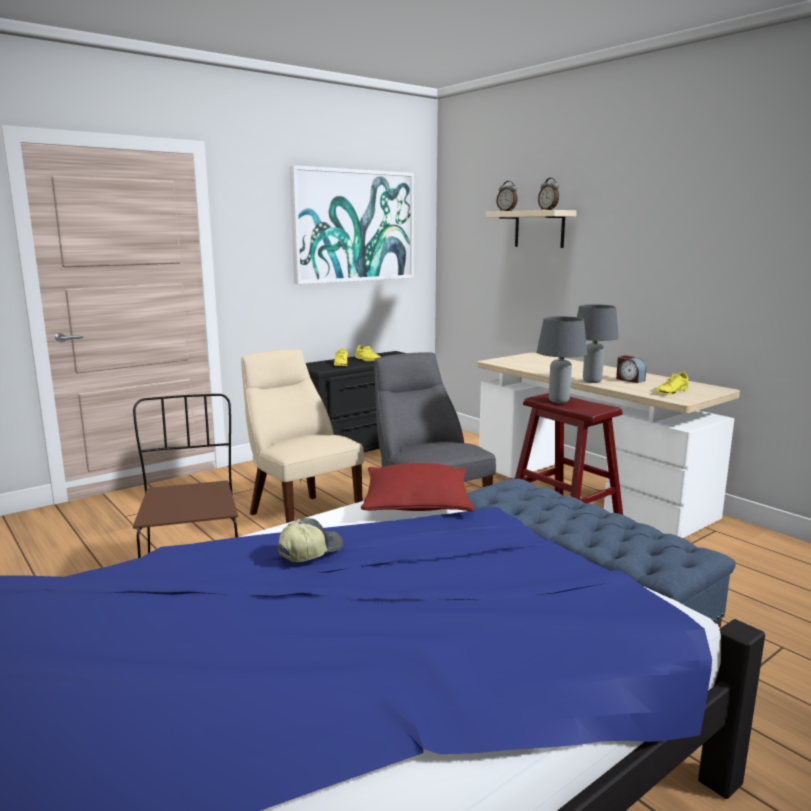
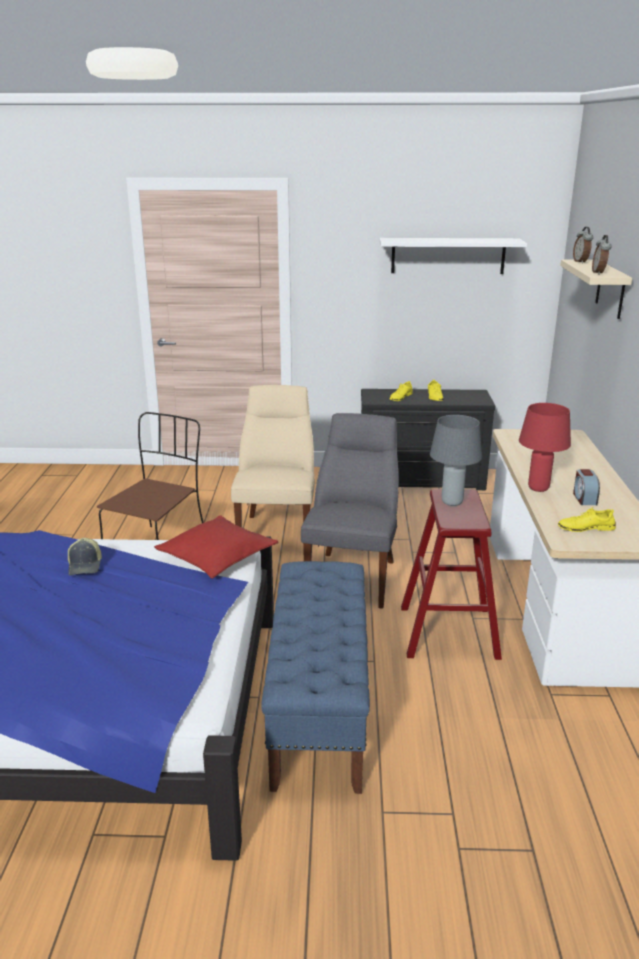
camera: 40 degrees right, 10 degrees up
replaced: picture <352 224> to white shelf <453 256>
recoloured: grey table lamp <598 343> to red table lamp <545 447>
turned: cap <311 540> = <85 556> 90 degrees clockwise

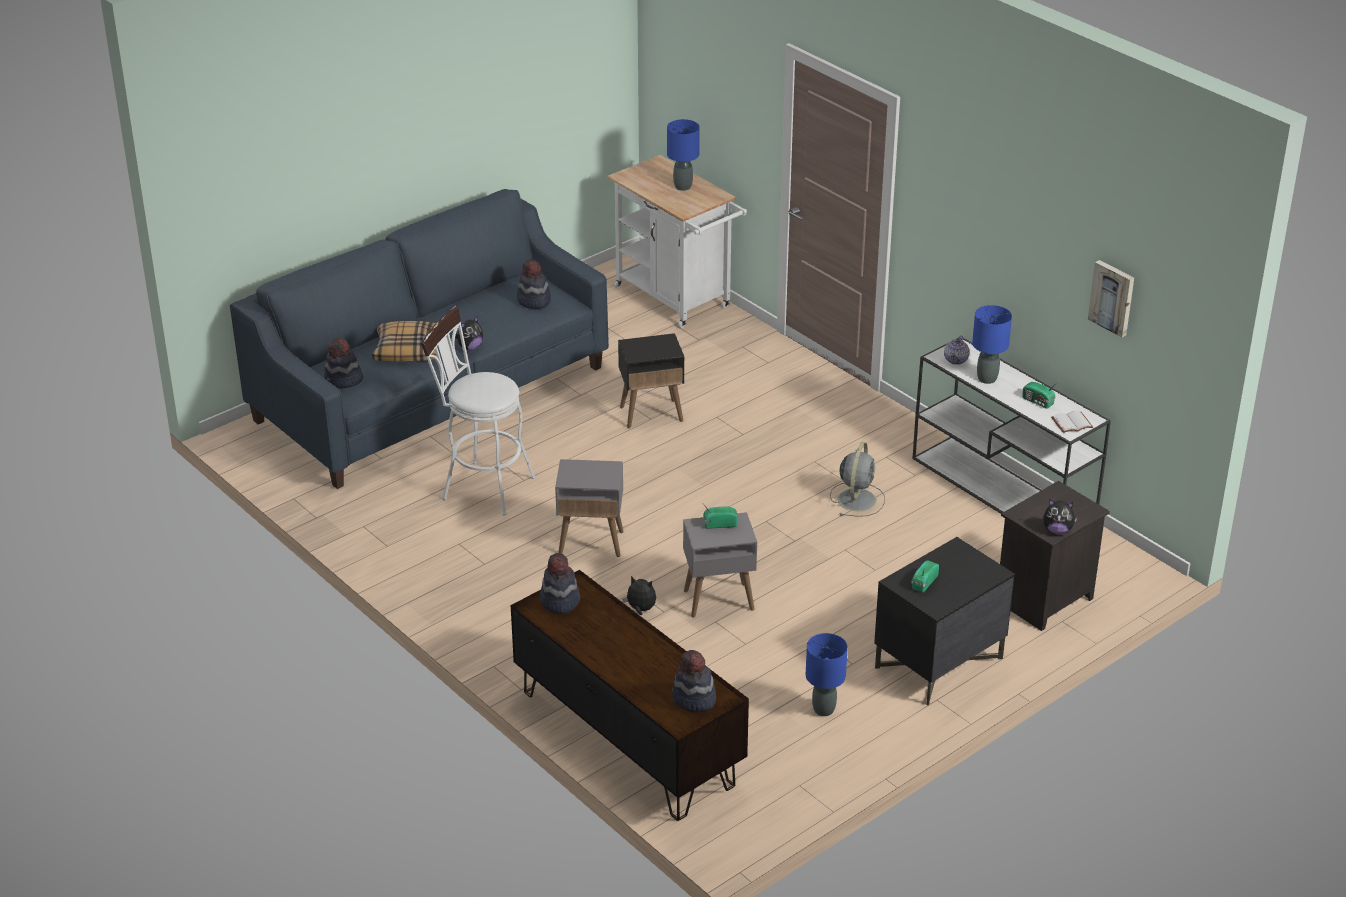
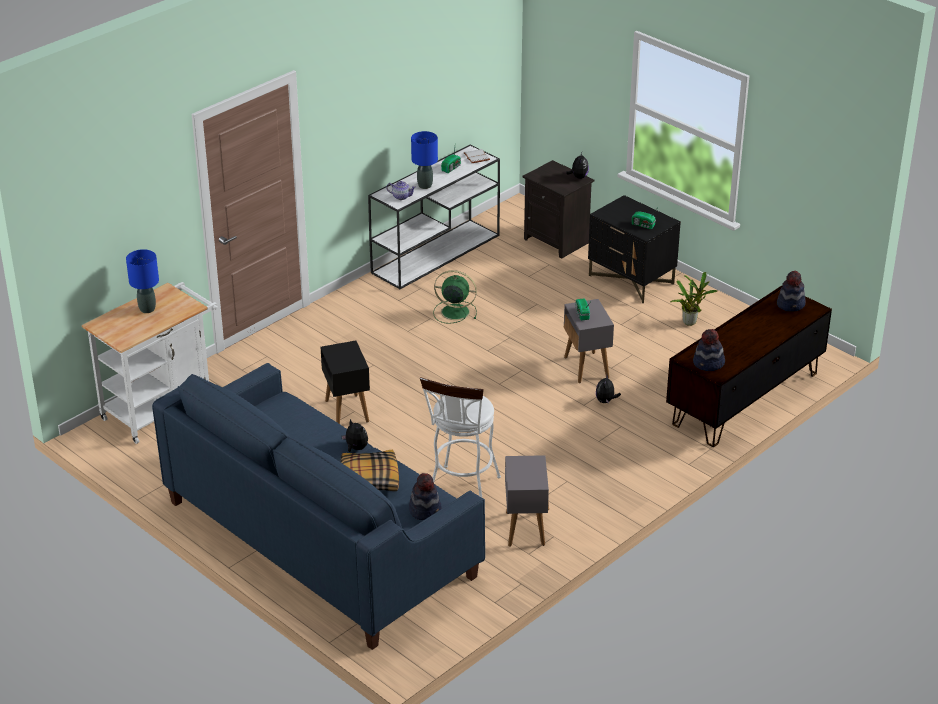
camera: 95 degrees left, 0 degrees up
removed: hat <534 284>; picture <1111 298>
moved: grey side table <589 508> to <527 501>
replaced: blue table lamp <827 674> to potted plant <693 299>
recoloured: grey fan <857 479> to green fan <455 297>

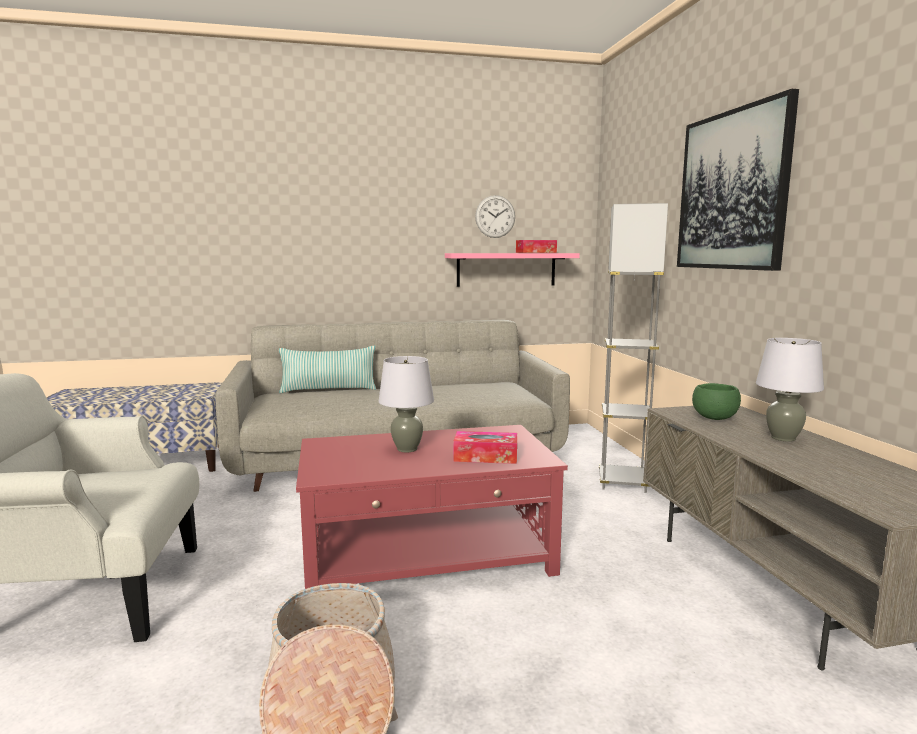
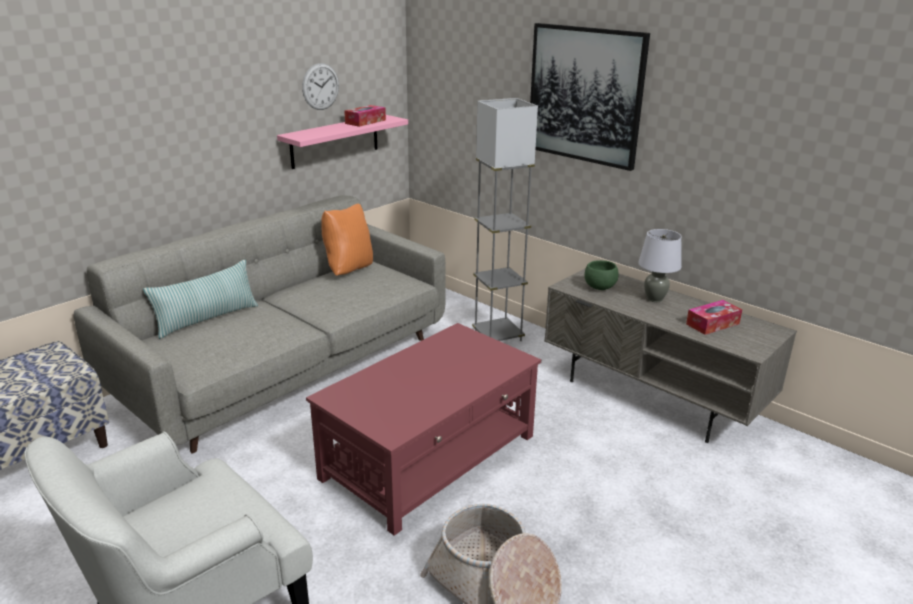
camera: 35 degrees left, 15 degrees up
removed: grey table lamp <406 404>
added: orange pillow <347 240>
moved: tissue box <485 447> to <714 317>

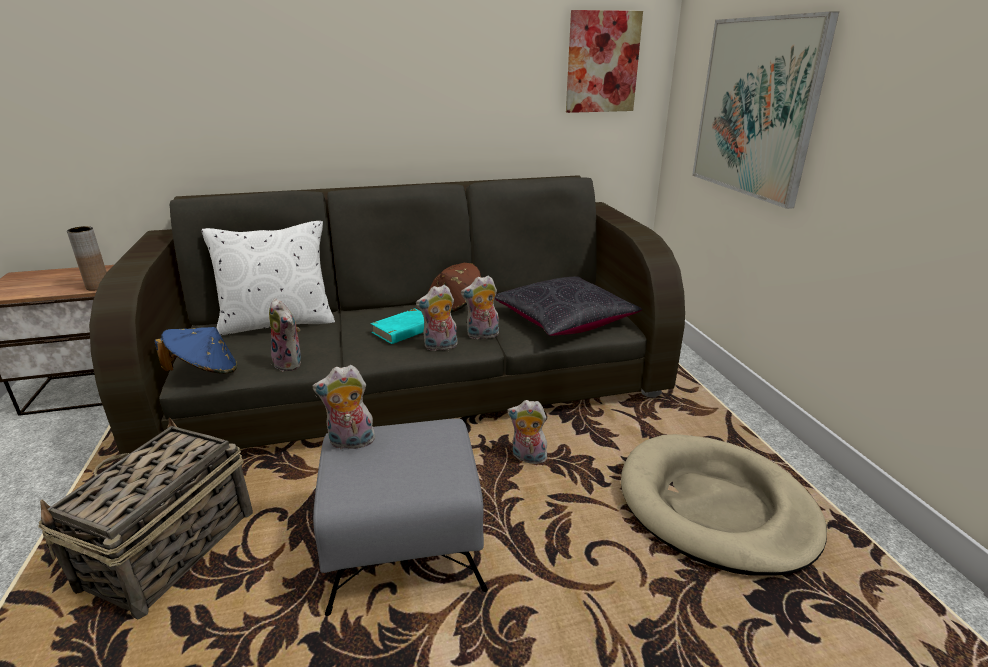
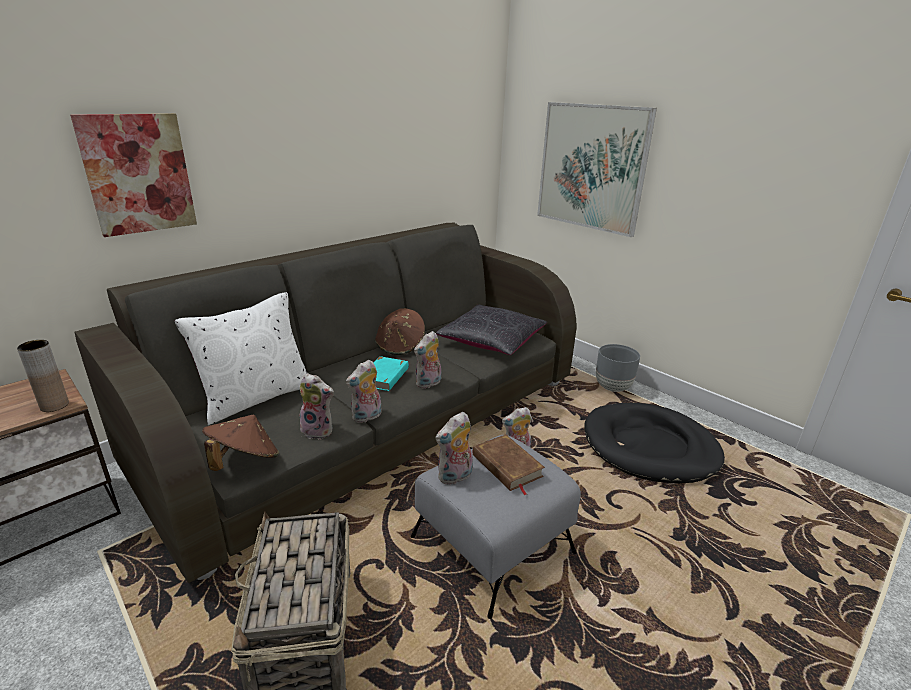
camera: 30 degrees left, 0 degrees up
added: brown book <509 464>; grey planter <618 368>
moved: plush toy <480 308> to <364 391>; picture <604 61> to <133 175>
recoloured: blue hat <195 350> to brown hat <240 442>; beige dog bed <724 505> to black dog bed <654 443>

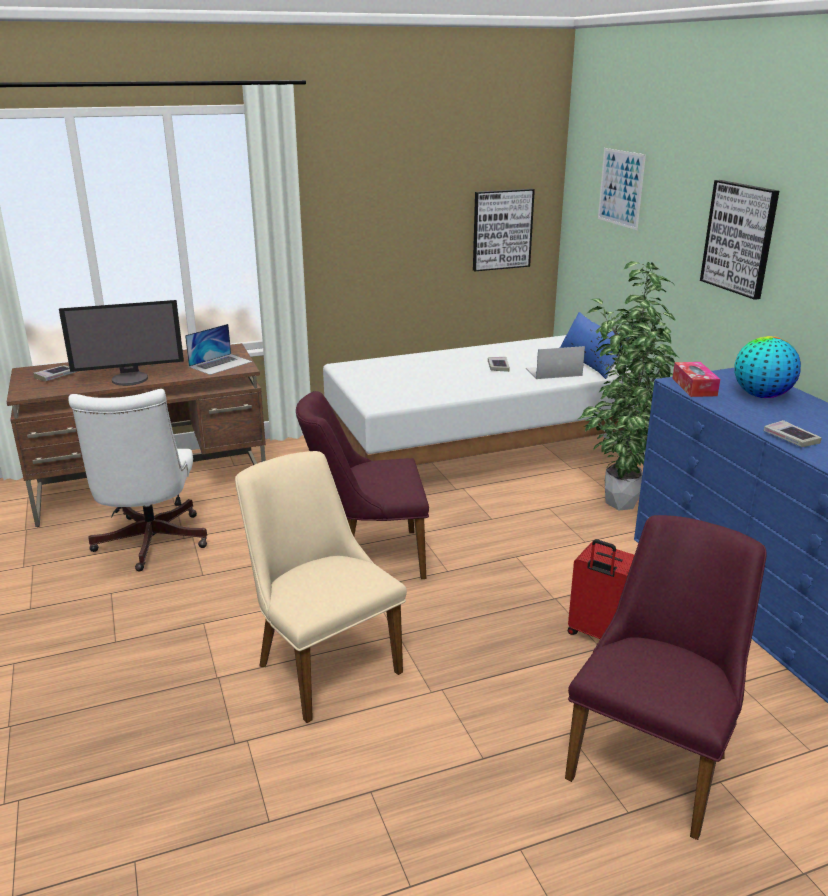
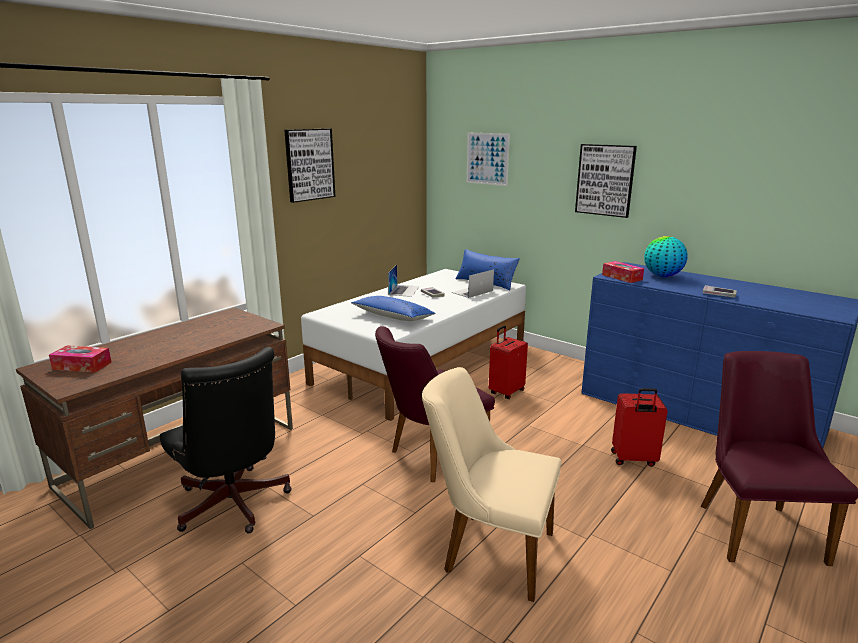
camera: 30 degrees left, 5 degrees down
removed: monitor <121 343>; potted plant <628 385>
added: blue pillow <393 308>; red suitcase <508 362>
moved: laptop <218 349> to <404 281>; picture <504 230> to <309 165>
replaced: book <55 373> to tissue box <80 359>
recoloured: white office chair <137 480> to black office chair <226 440>

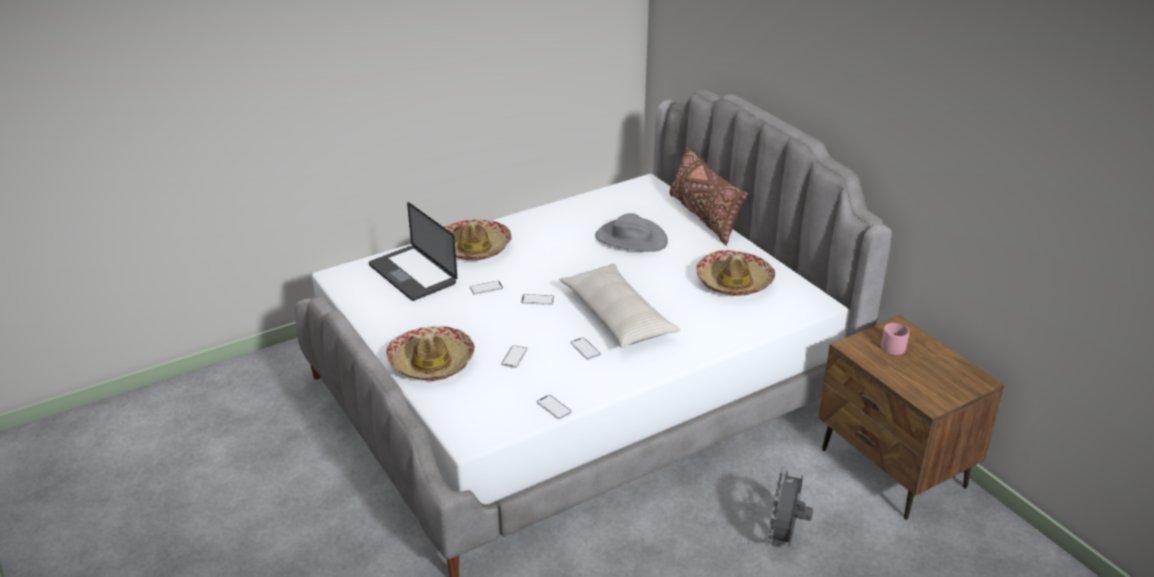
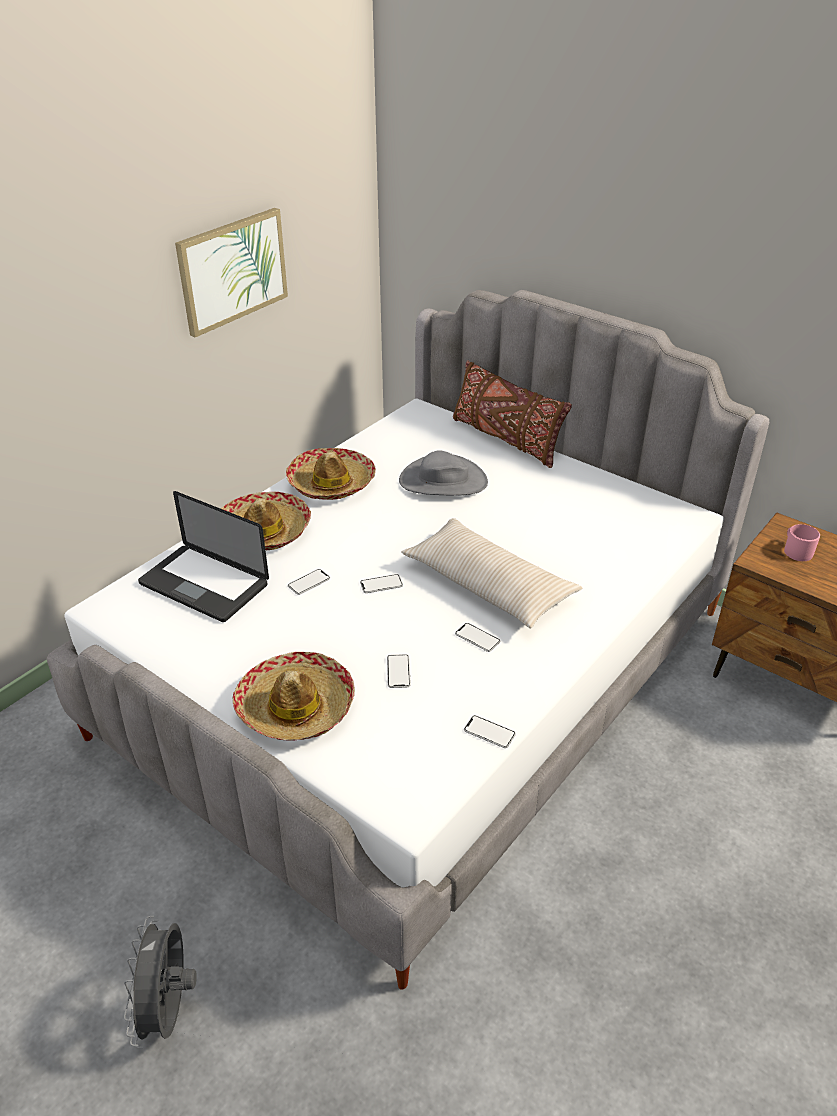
camera: 20 degrees left, 5 degrees up
added: picture <231 272>
moved: hat <735 273> to <331 474>; grey fan <790 507> to <160 982>

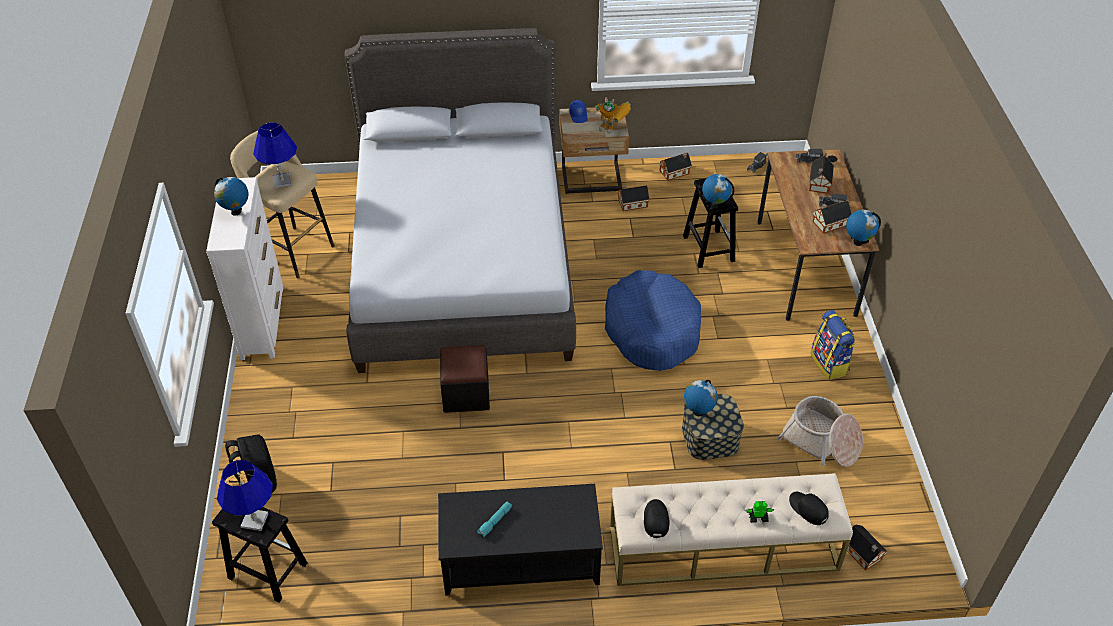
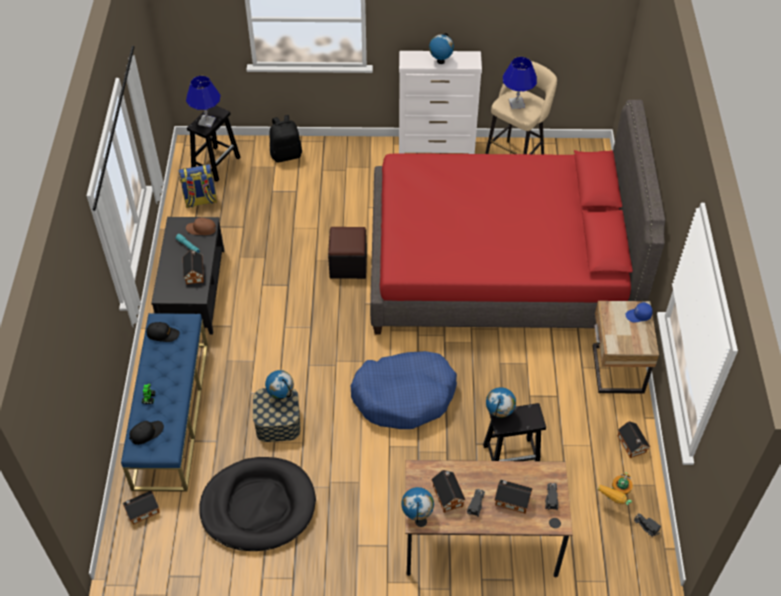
camera: 95 degrees right, 5 degrees up
added: brown cap <201 226>
moved: toy robot <613 115> to <615 488>; toy house <633 198> to <193 267>; backpack <832 345> to <197 186>
replaced: basket <820 431> to black dog bed <257 504>
recoloured: grey bed <460 200> to red bed <517 217>; beige bench <731 529> to blue bench <164 402>

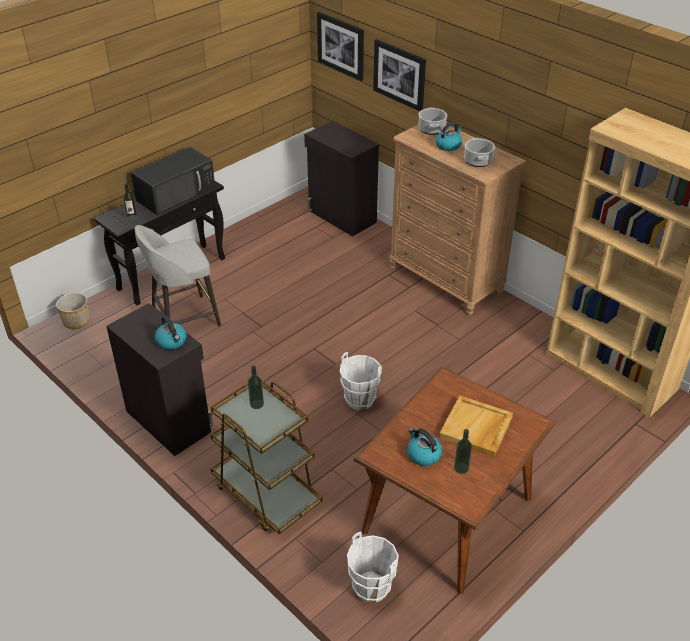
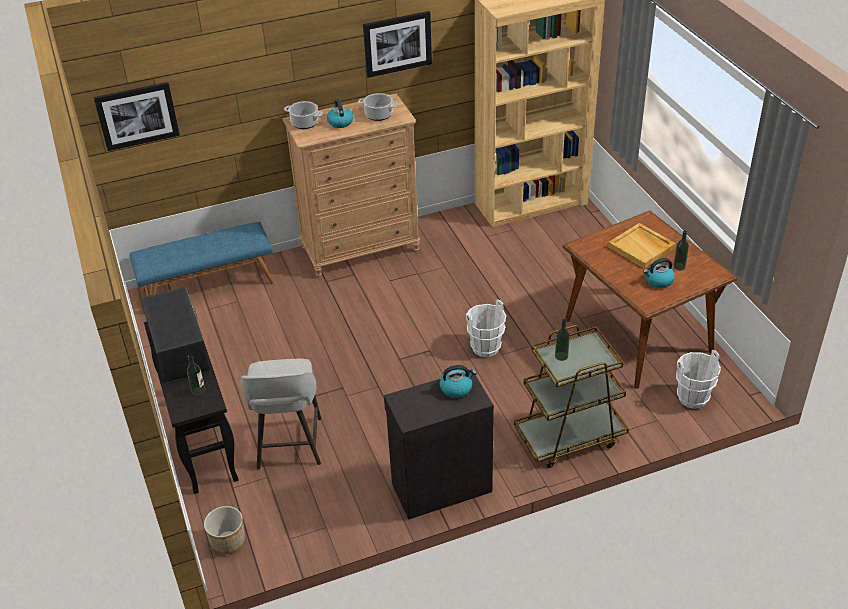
camera: 65 degrees left, 0 degrees up
moved: picture <399 75> to <397 44>
replaced: black cabinet <341 179> to blue bench <201 259>

